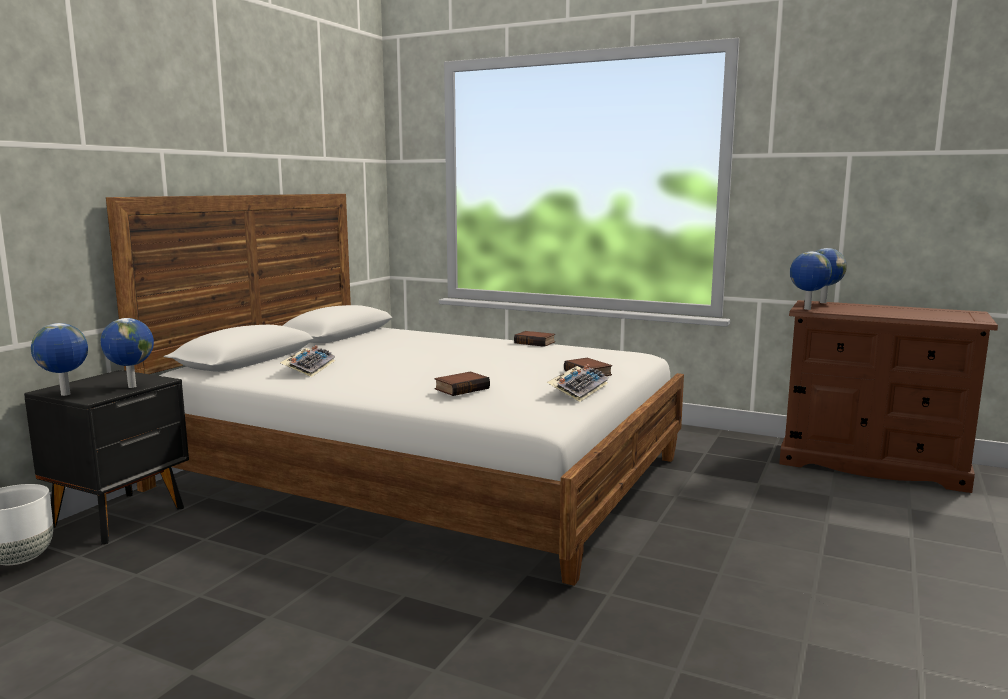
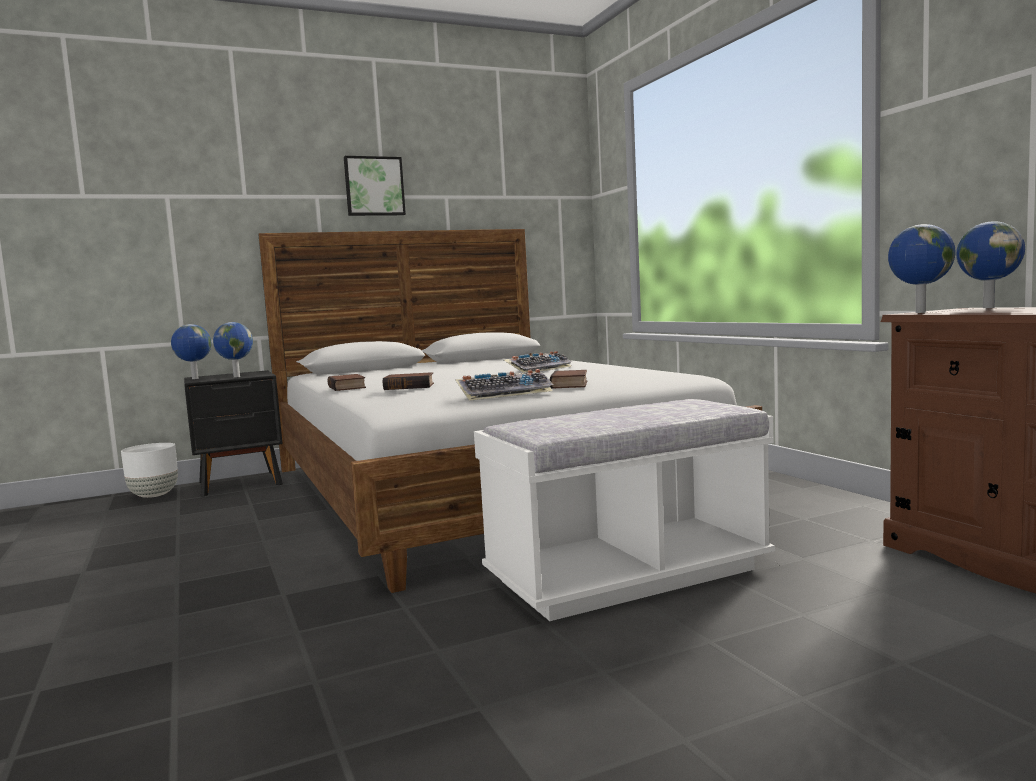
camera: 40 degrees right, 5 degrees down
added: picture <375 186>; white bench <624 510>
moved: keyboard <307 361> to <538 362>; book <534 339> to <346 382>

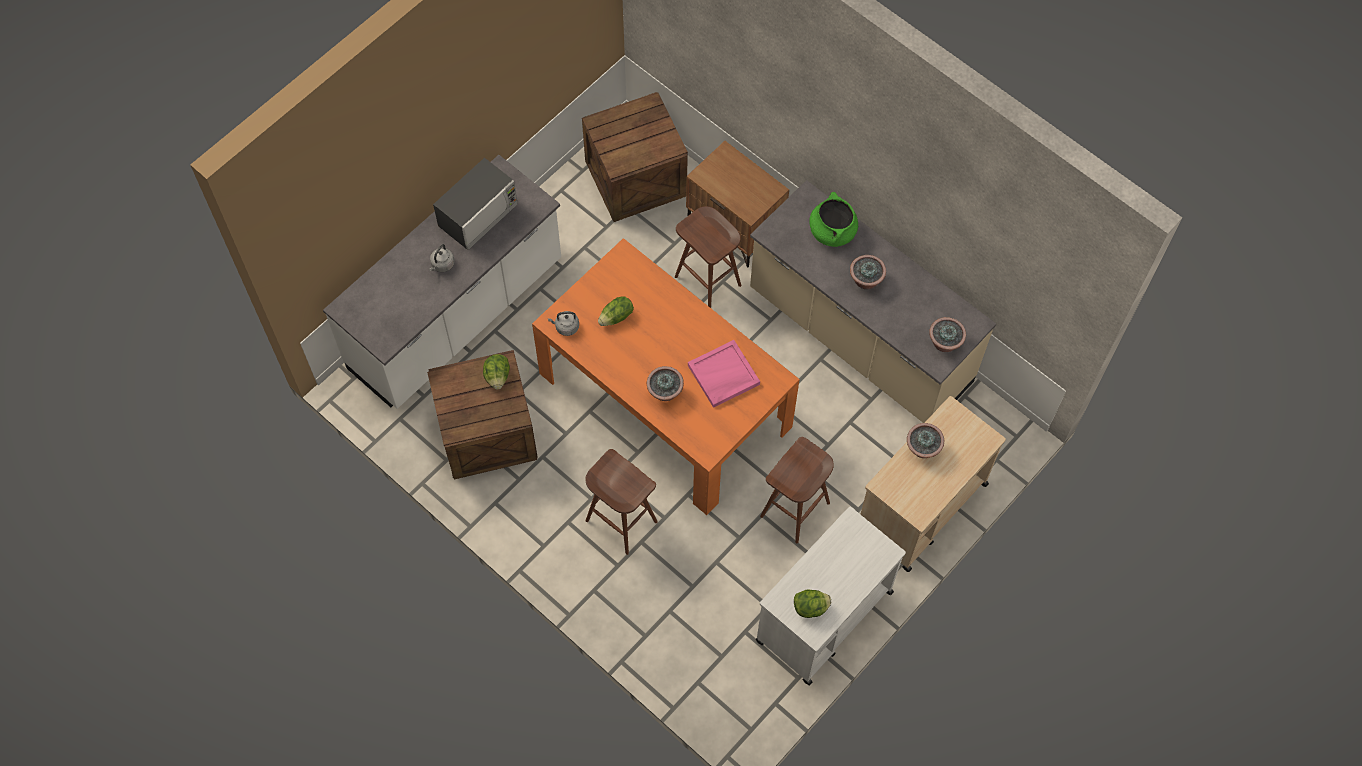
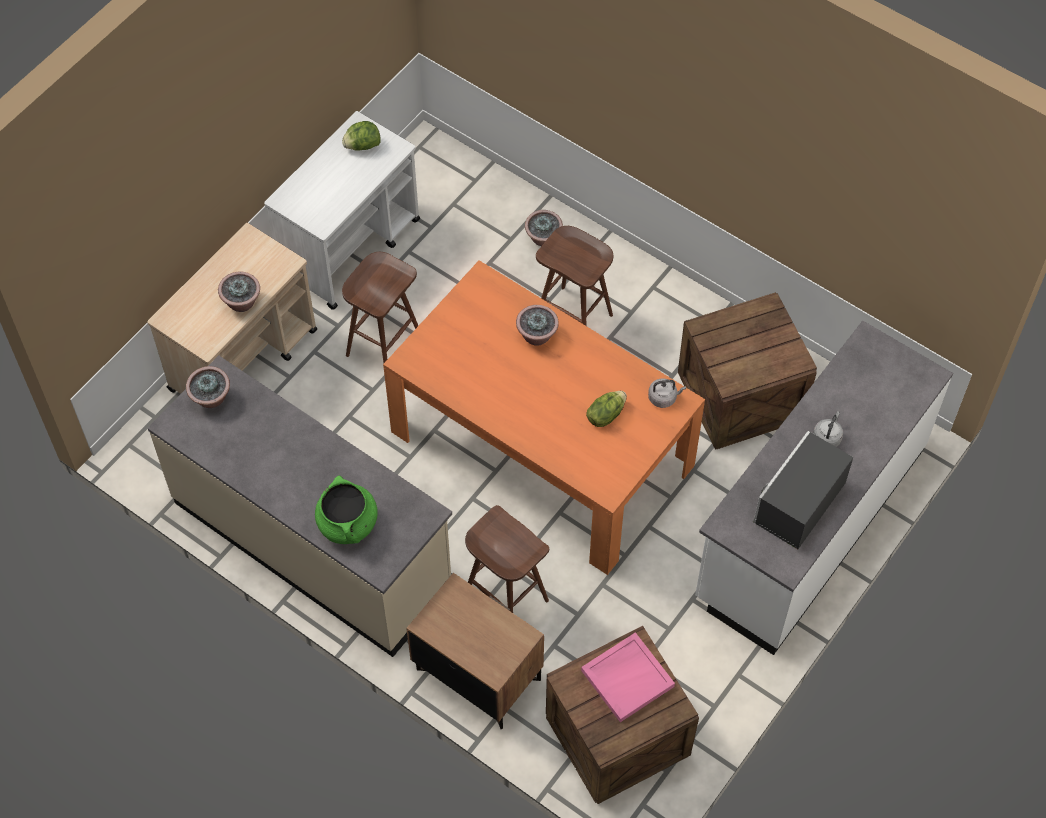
camera: 175 degrees right, 5 degrees down
removed: lettuce <496 371>
moved: pink tray <724 374> to <628 677>; potted plant <868 272> to <544 228>

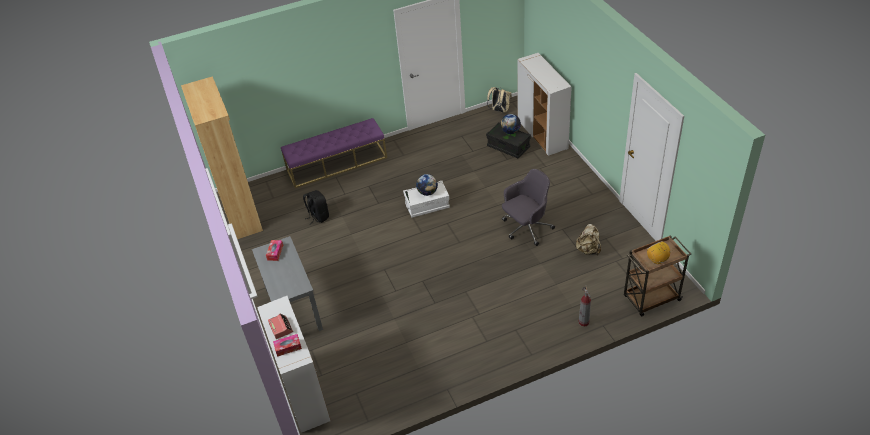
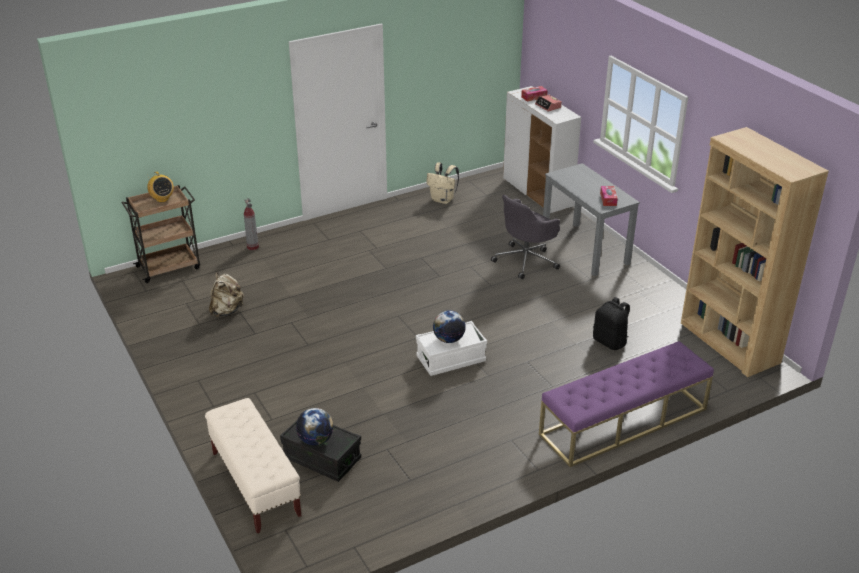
camera: 170 degrees right, 10 degrees down
moved: beige backpack <499 100> to <442 183>; grey office chair <528 207> to <525 237>
replaced: white cabinet <544 104> to beige bench <253 465>

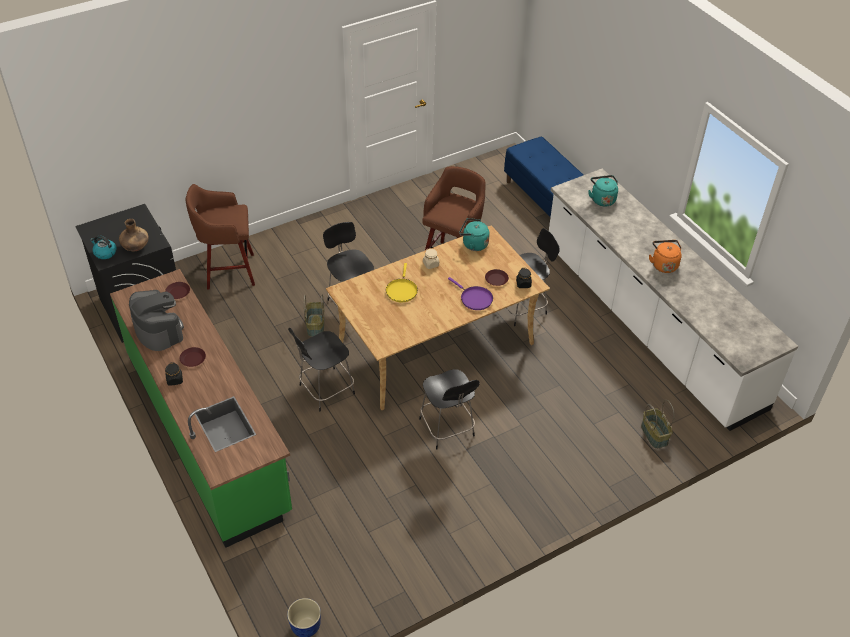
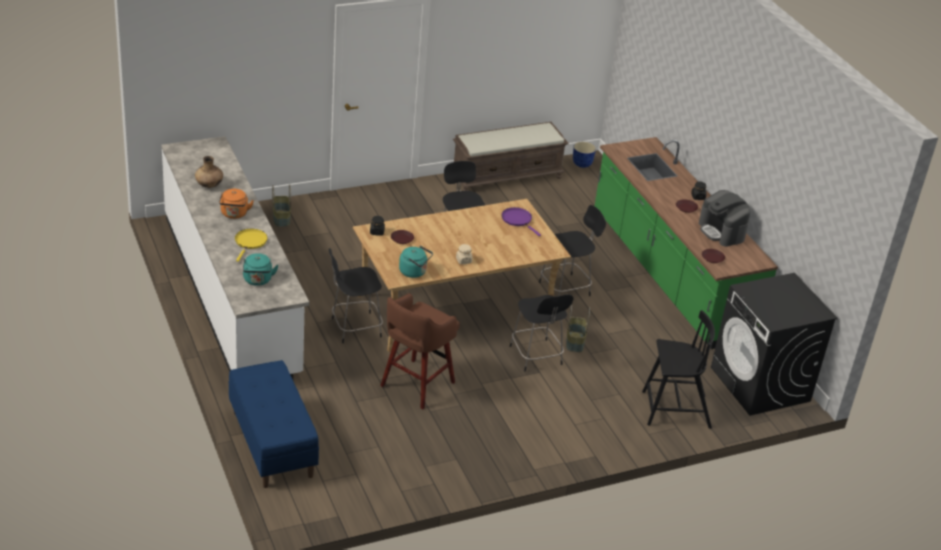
camera: 175 degrees left, 10 degrees down
removed: kettle <103 247>
added: brown bench <511 156>
moved: brown vase <134 235> to <209 172>; yellow frying pan <402 282> to <251 245>; purple frying pan <470 293> to <521 221>
replaced: brown stool <220 237> to black chair <678 369>

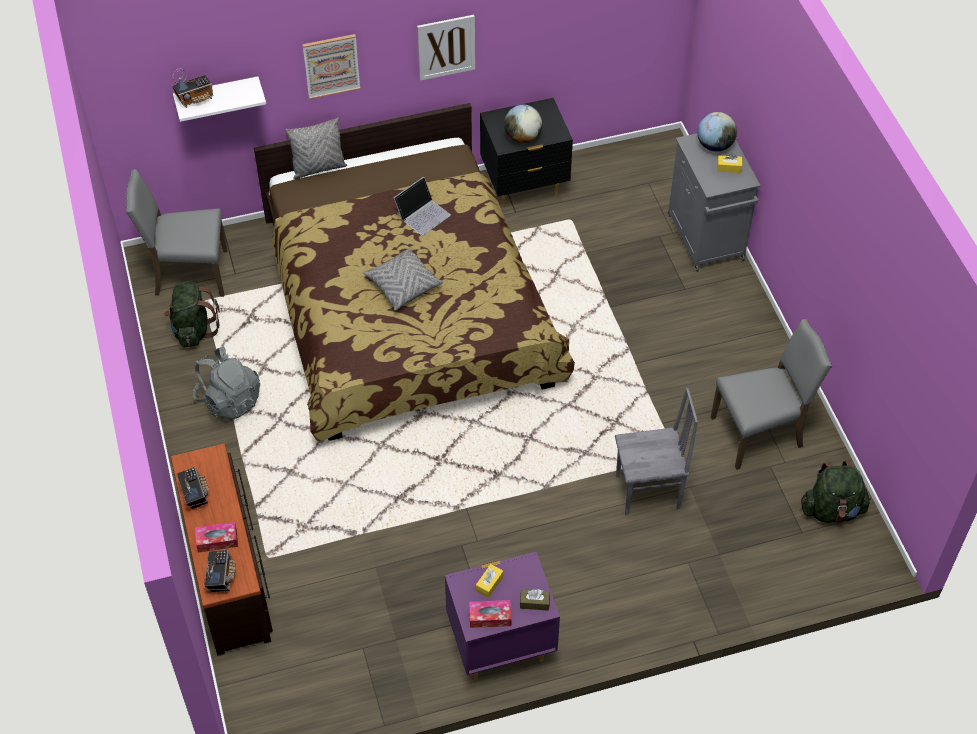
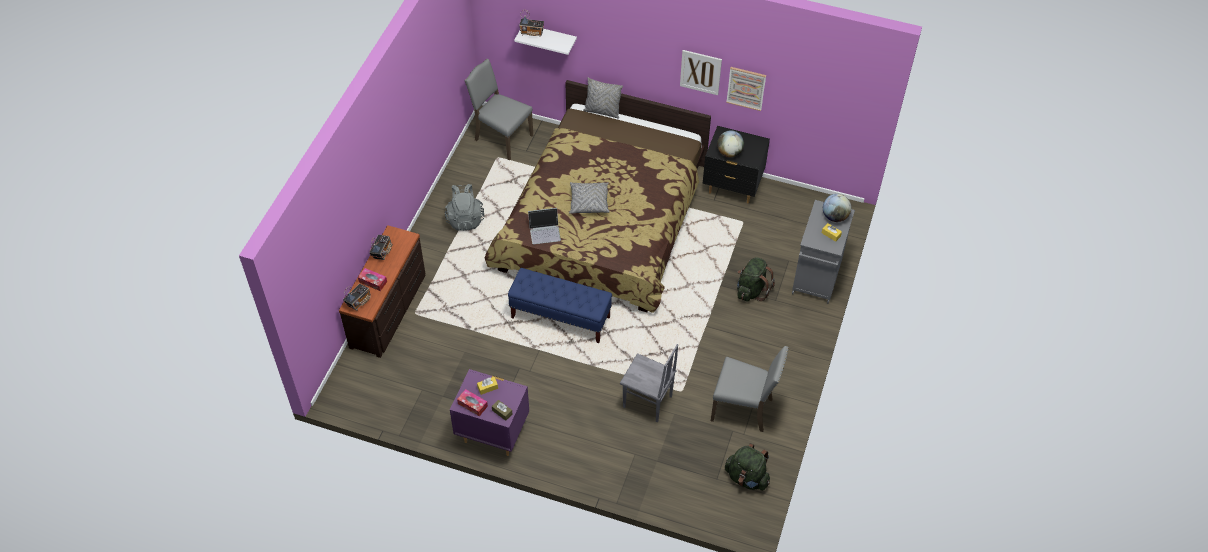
camera: 35 degrees right, 0 degrees up
added: blue bench <560 305>
moved: green backpack <192 314> to <756 279>; picture <331 66> to <746 89>; laptop <422 206> to <544 226>

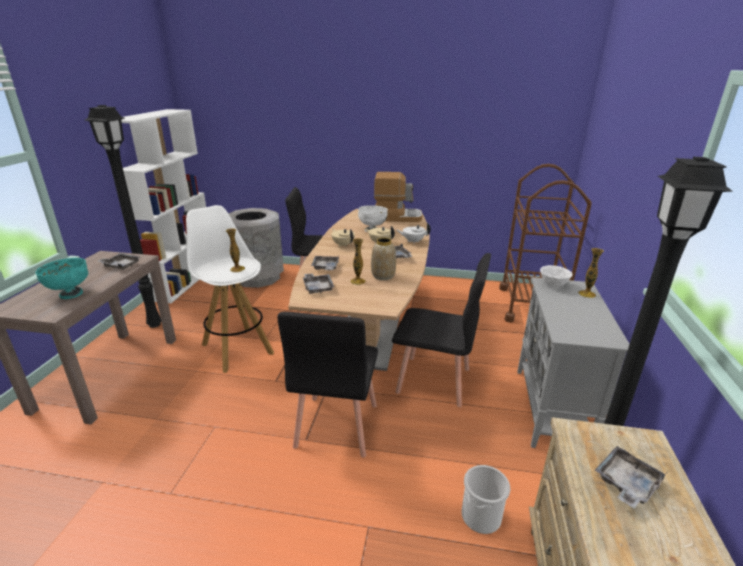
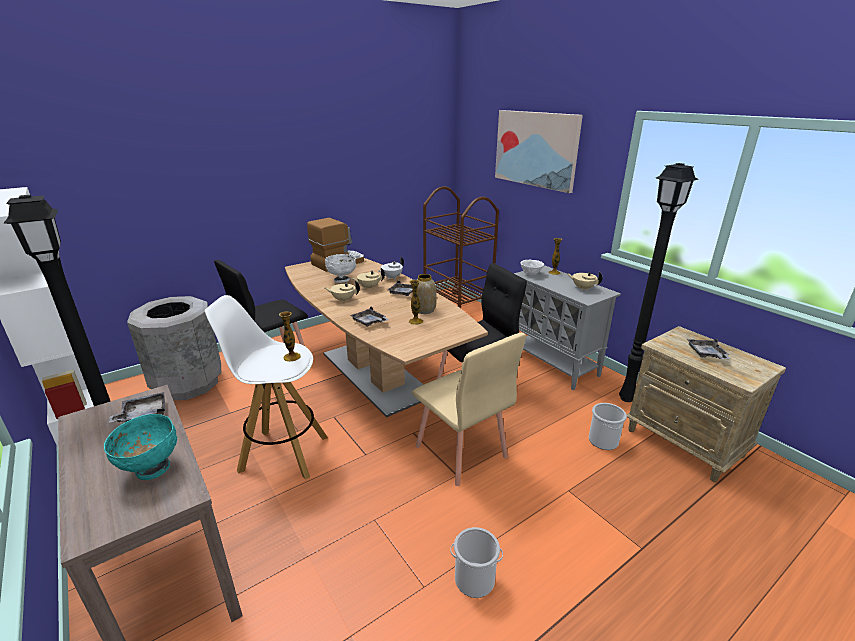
camera: 45 degrees left, 0 degrees up
removed: grey tray <318 283>
added: bucket <476 562>; picture <539 151>; beige teapot <584 280>
recoloured: black chair <328 385> to beige chair <469 409>

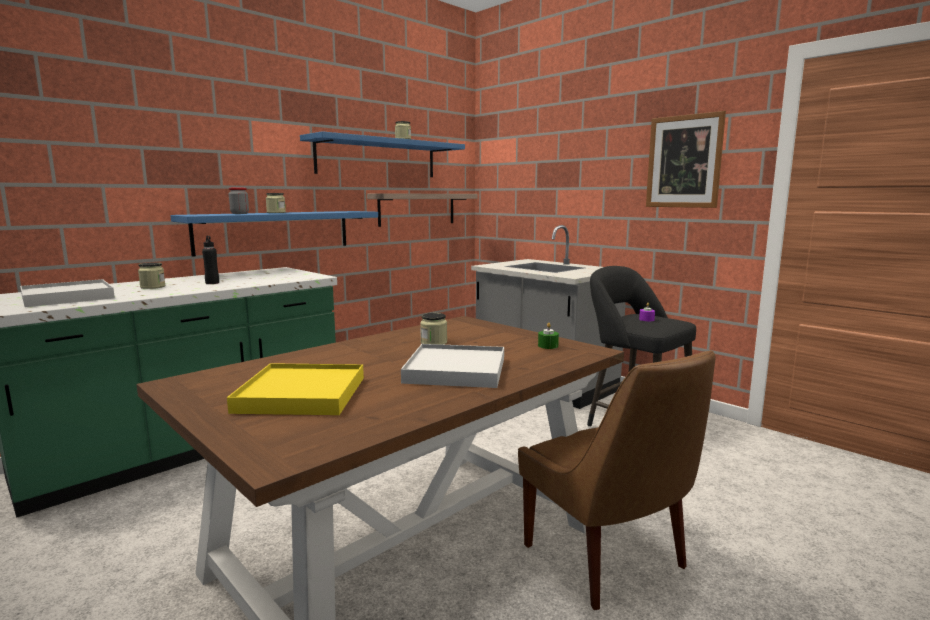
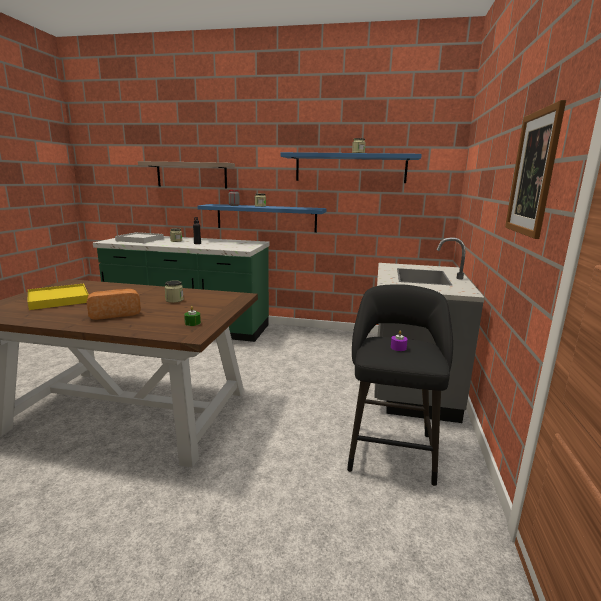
camera: 55 degrees right, 5 degrees up
removed: brown chair <617 480>
moved: shelf <422 210> to <186 174>
replaced: white tray <452 366> to bread <113 304>

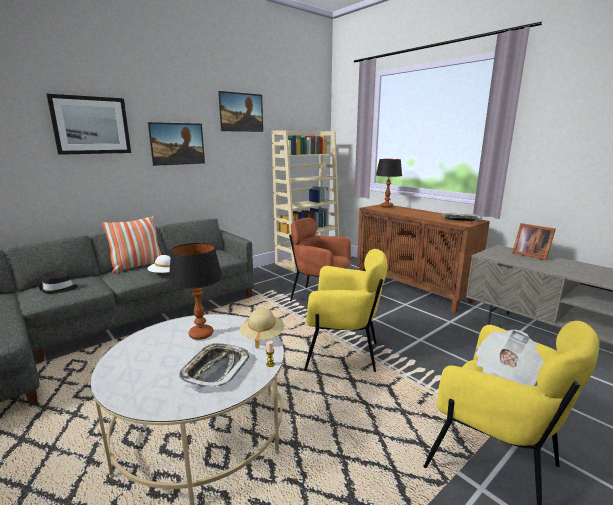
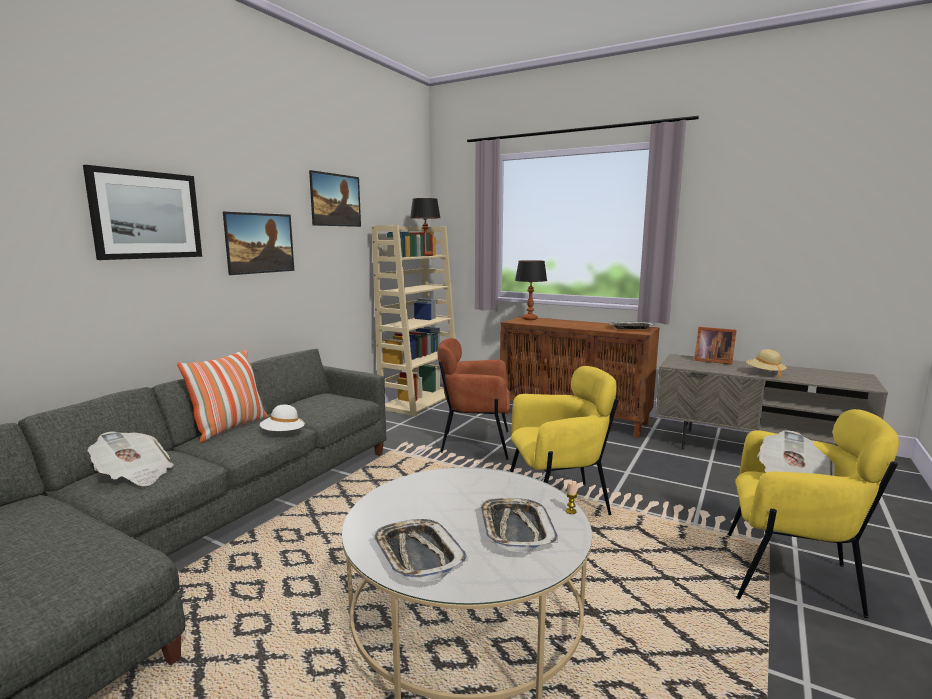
camera: 20 degrees left, 5 degrees down
added: tray <420 550>
moved: table lamp <196 291> to <425 227>; beige hat <262 328> to <766 363>
replaced: black hat <58 282> to newspaper <131 459>

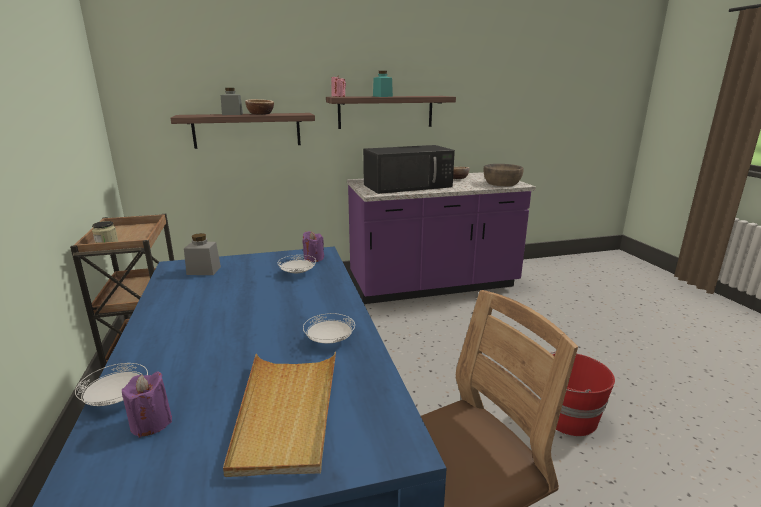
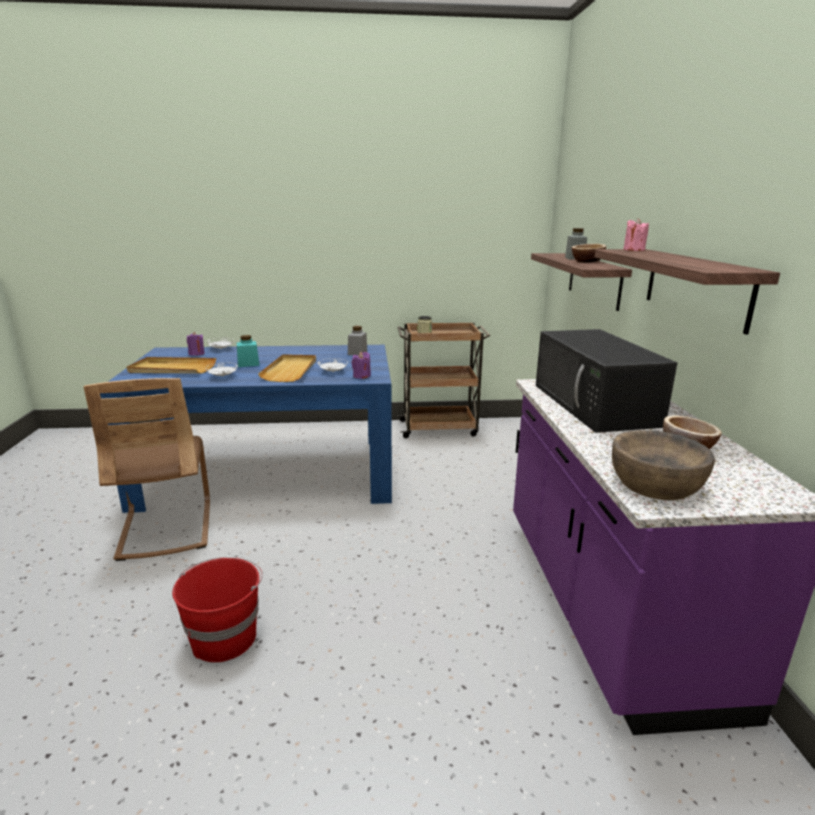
camera: 100 degrees right, 0 degrees up
added: beige tray <287 368>
moved: turquoise jar <383 84> to <248 351>

